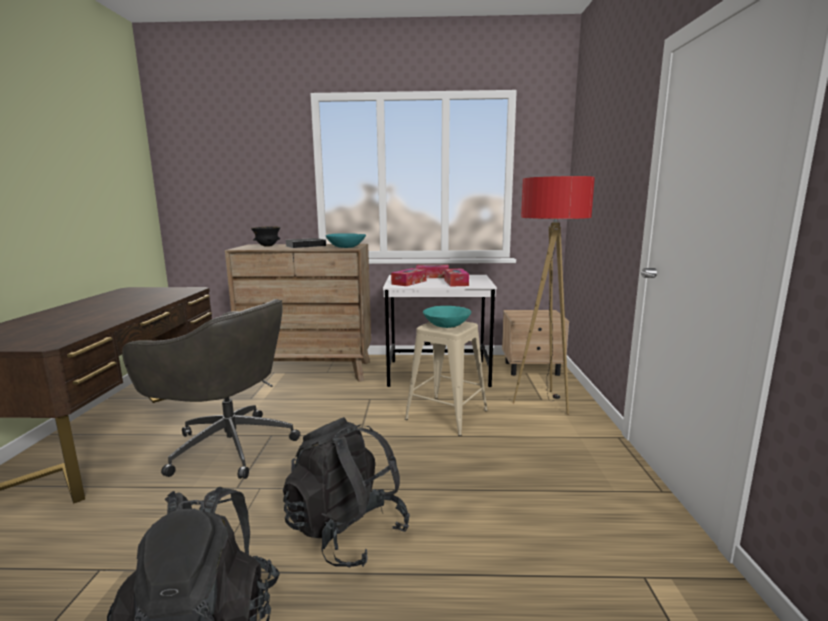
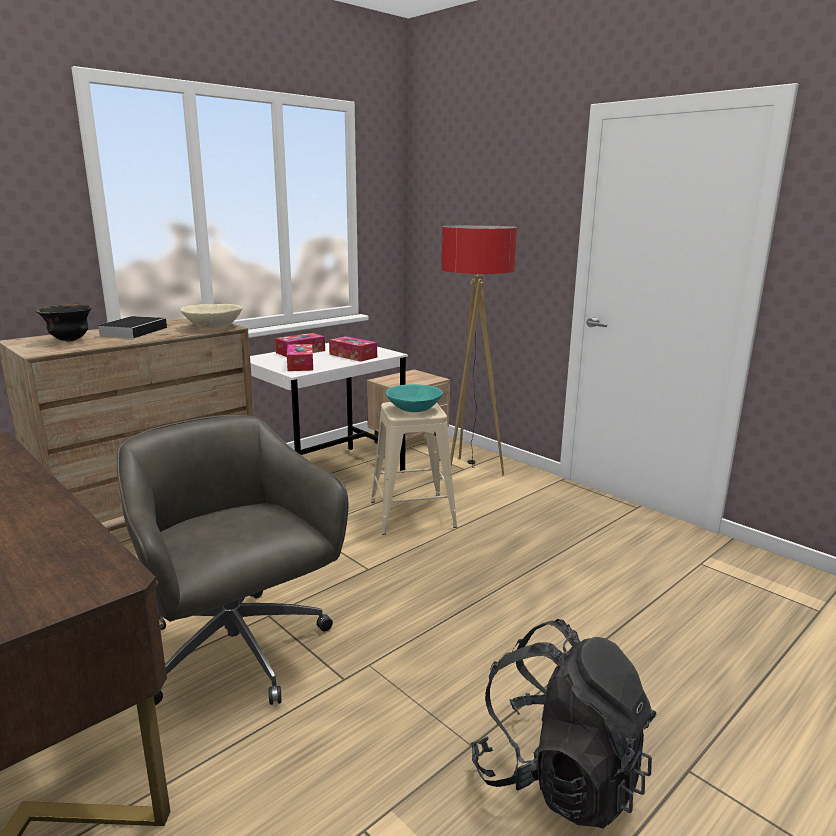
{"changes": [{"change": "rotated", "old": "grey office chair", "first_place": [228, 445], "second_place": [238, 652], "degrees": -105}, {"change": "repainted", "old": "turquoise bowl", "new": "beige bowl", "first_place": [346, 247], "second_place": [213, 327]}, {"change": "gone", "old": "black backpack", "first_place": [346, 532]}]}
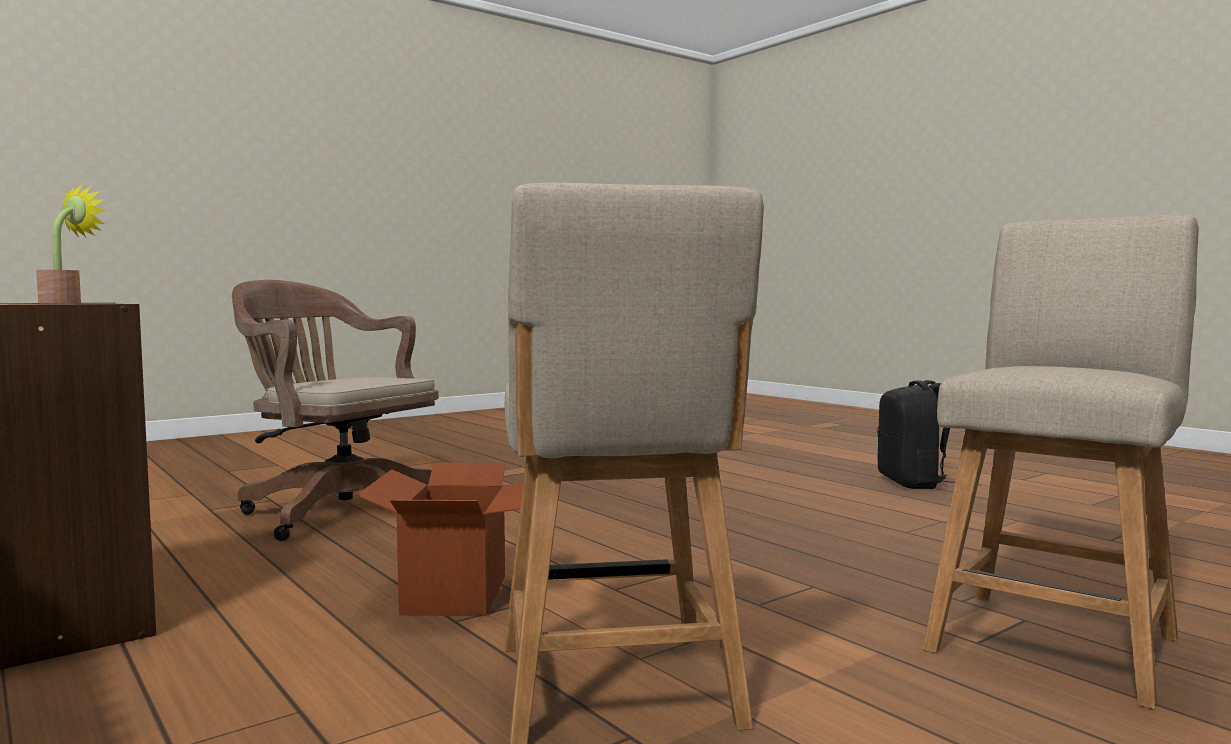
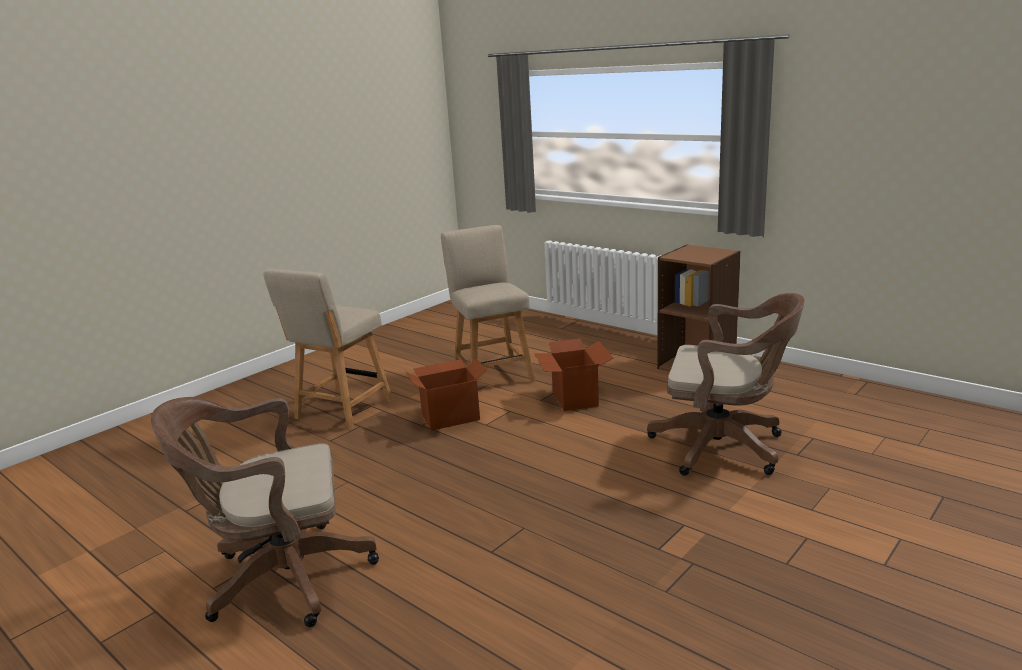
{"changes": [{"change": "swapped", "old": "black backpack", "new": "brown office chair", "first_place": [913, 483], "second_place": [281, 578]}, {"change": "new", "new": "cardboard box", "second_place": [450, 417]}, {"change": "gone", "old": "potted plant", "first_place": [67, 303]}]}
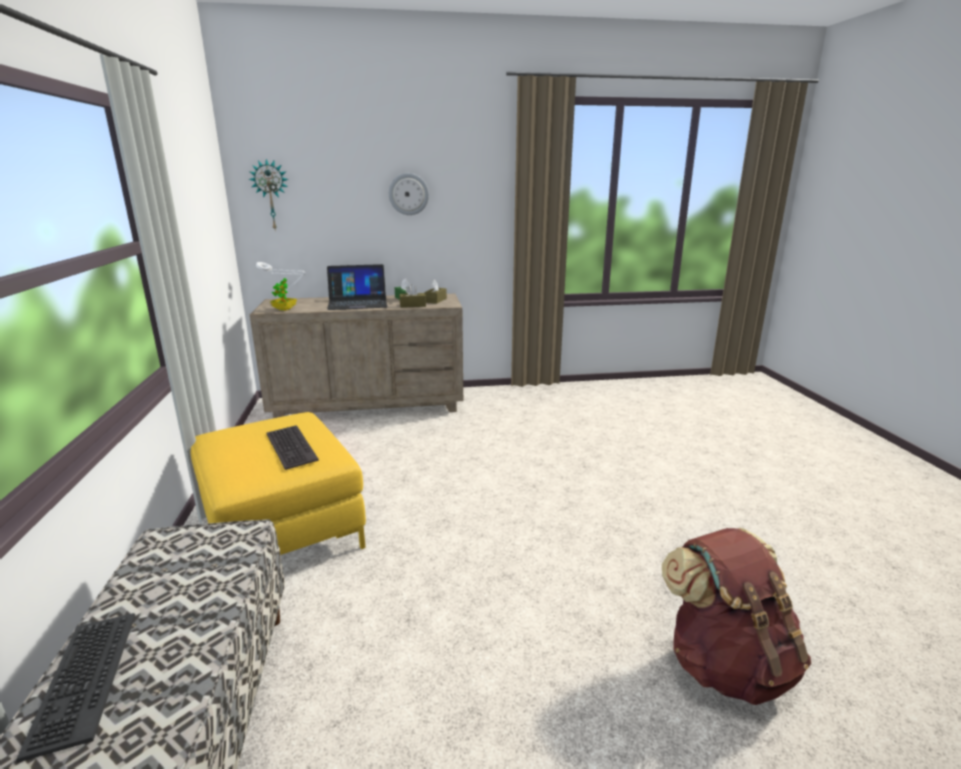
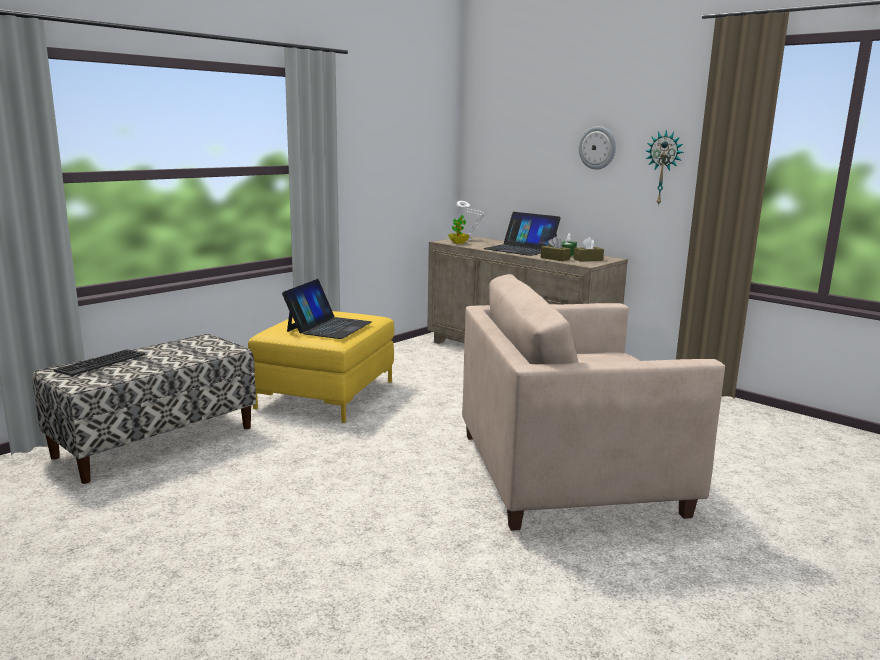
{"changes": [{"change": "swapped", "old": "keyboard", "new": "laptop", "first_place": [290, 447], "second_place": [329, 327]}, {"change": "new", "new": "beige armchair", "second_place": [569, 474]}, {"change": "shifted", "old": "wall clock", "first_place": [271, 195], "second_place": [663, 168]}, {"change": "gone", "old": "brown backpack", "first_place": [726, 663]}]}
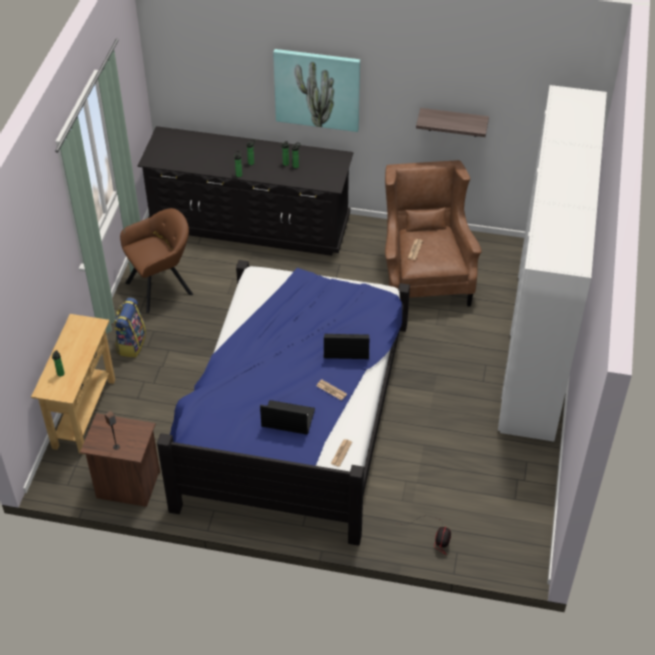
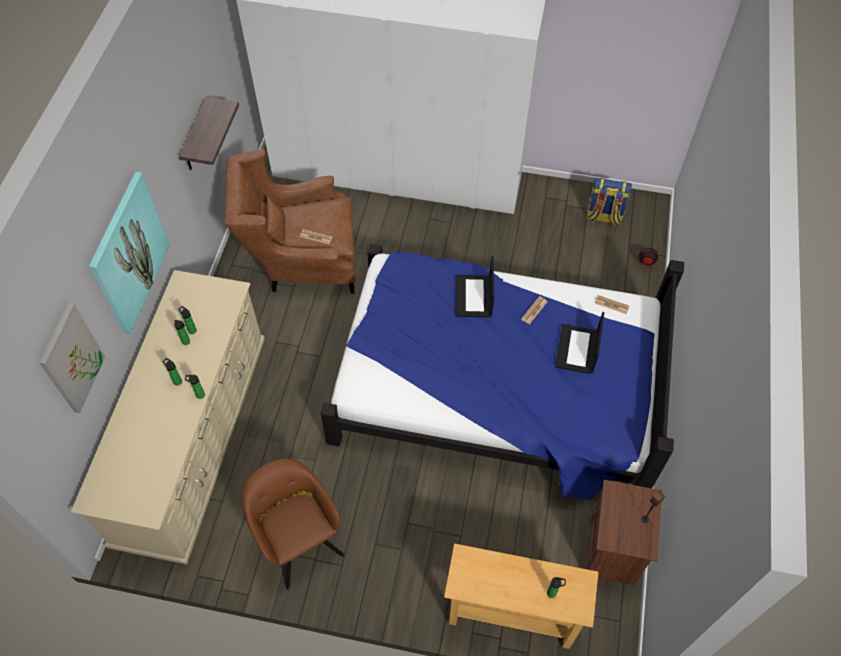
{"changes": [{"change": "new", "new": "picture", "second_place": [71, 358]}, {"change": "repainted", "old": "black dresser", "new": "beige dresser", "first_place": [250, 224], "second_place": [193, 440]}, {"change": "shifted", "old": "backpack", "first_place": [131, 344], "second_place": [603, 217]}]}
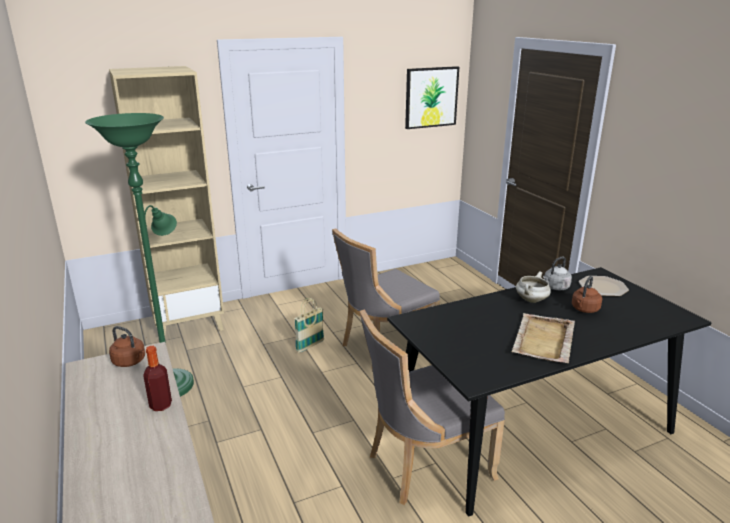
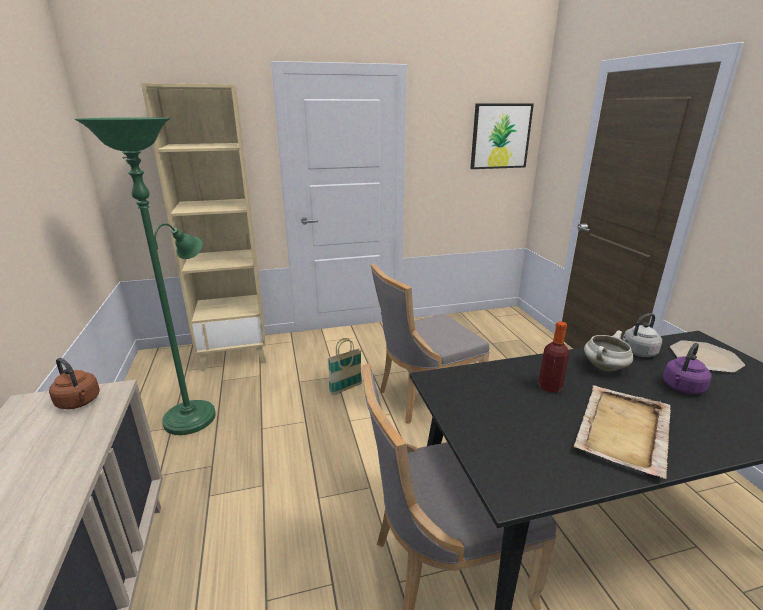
{"changes": [{"change": "shifted", "old": "bottle", "first_place": [161, 405], "second_place": [550, 387]}, {"change": "repainted", "old": "brown kettle", "new": "purple kettle", "first_place": [584, 309], "second_place": [682, 388]}]}
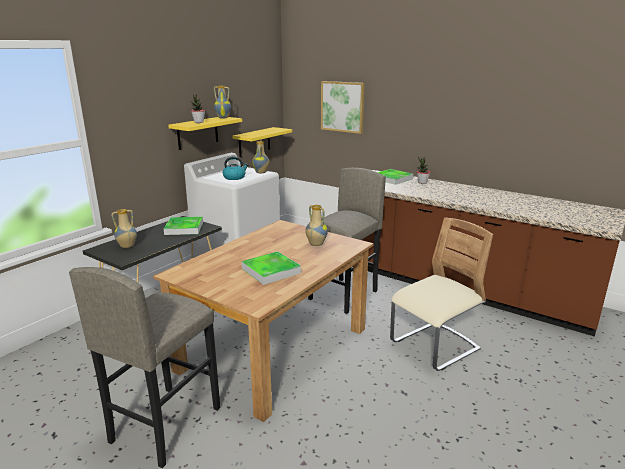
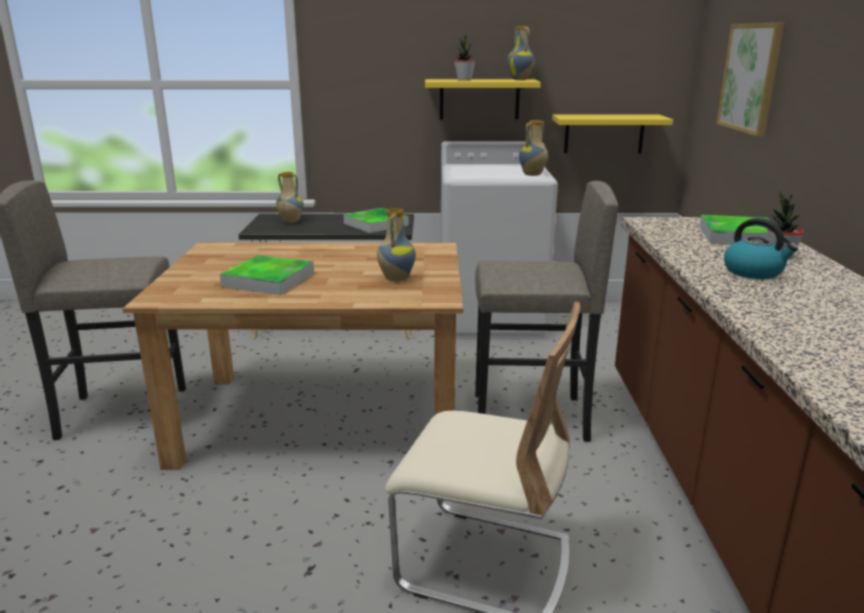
{"changes": [{"change": "shifted", "old": "kettle", "first_place": [234, 177], "second_place": [754, 272]}]}
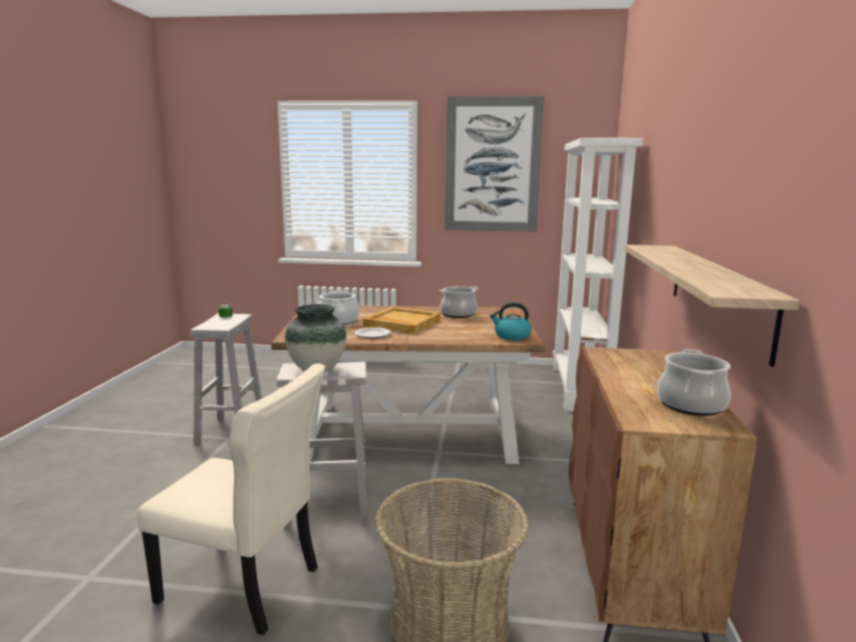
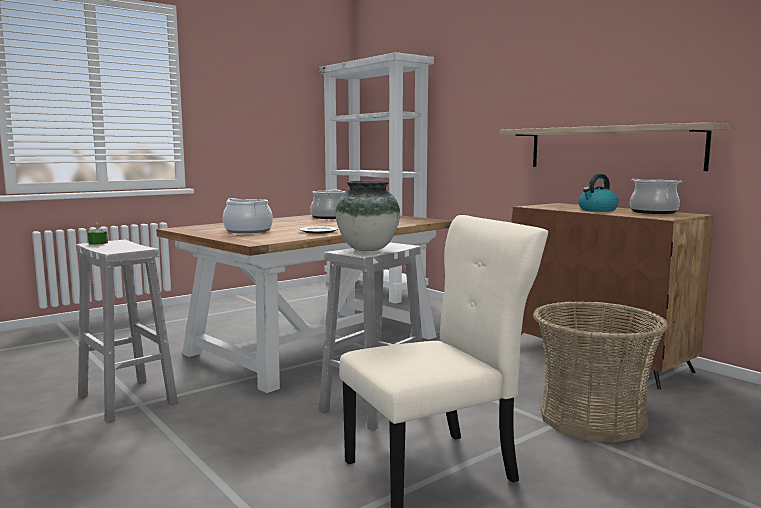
{"changes": [{"change": "shifted", "old": "kettle", "first_place": [511, 336], "second_place": [597, 210]}, {"change": "gone", "old": "beige tray", "first_place": [401, 323]}, {"change": "gone", "old": "picture", "first_place": [492, 165]}]}
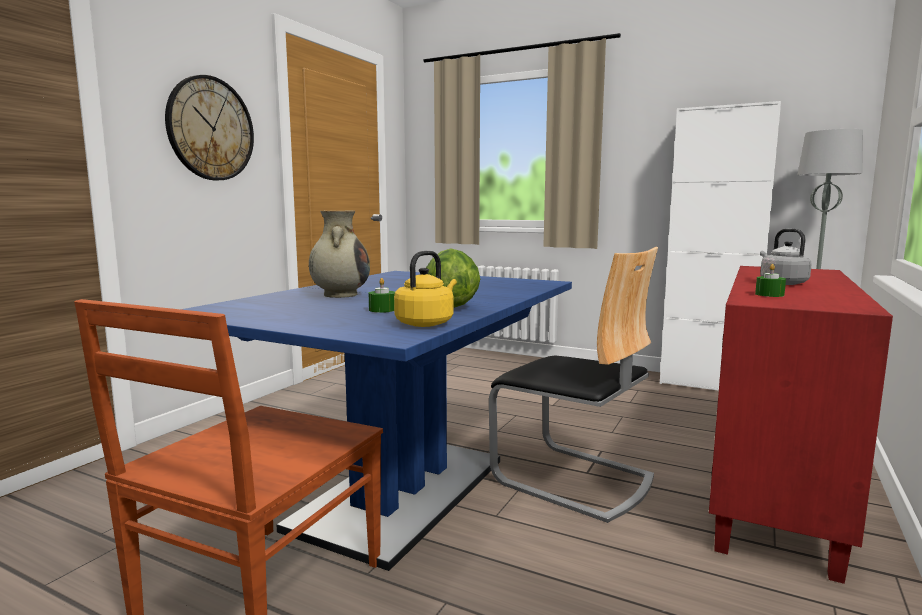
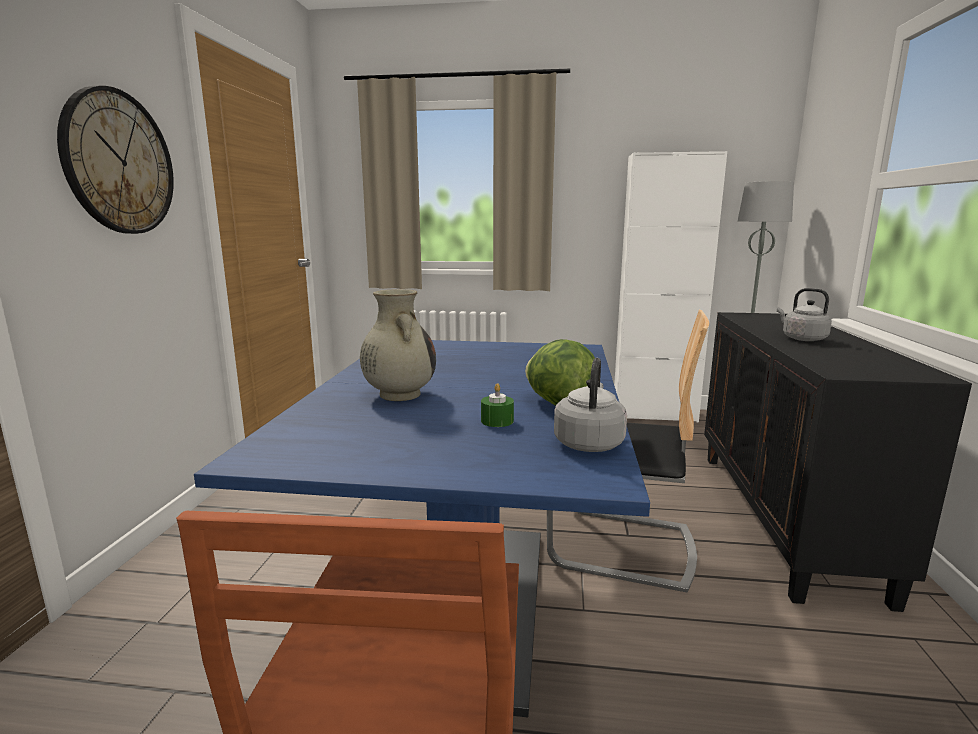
{"changes": [{"change": "repainted", "old": "yellow kettle", "new": "grey kettle", "first_place": [426, 323], "second_place": [589, 442]}, {"change": "repainted", "old": "red cabinet", "new": "black cabinet", "first_place": [775, 487], "second_place": [784, 519]}, {"change": "gone", "old": "green candle", "first_place": [769, 294]}]}
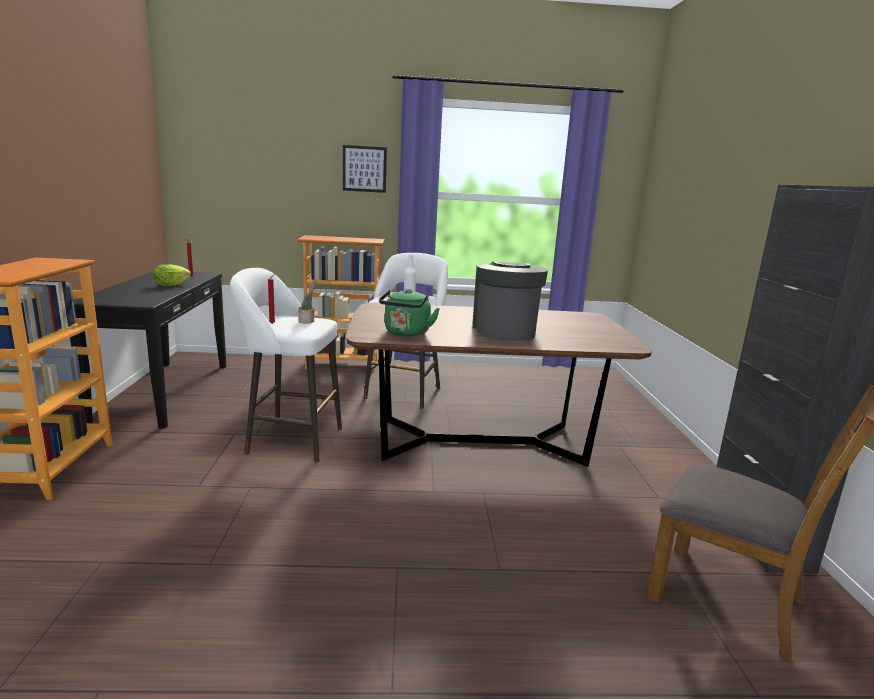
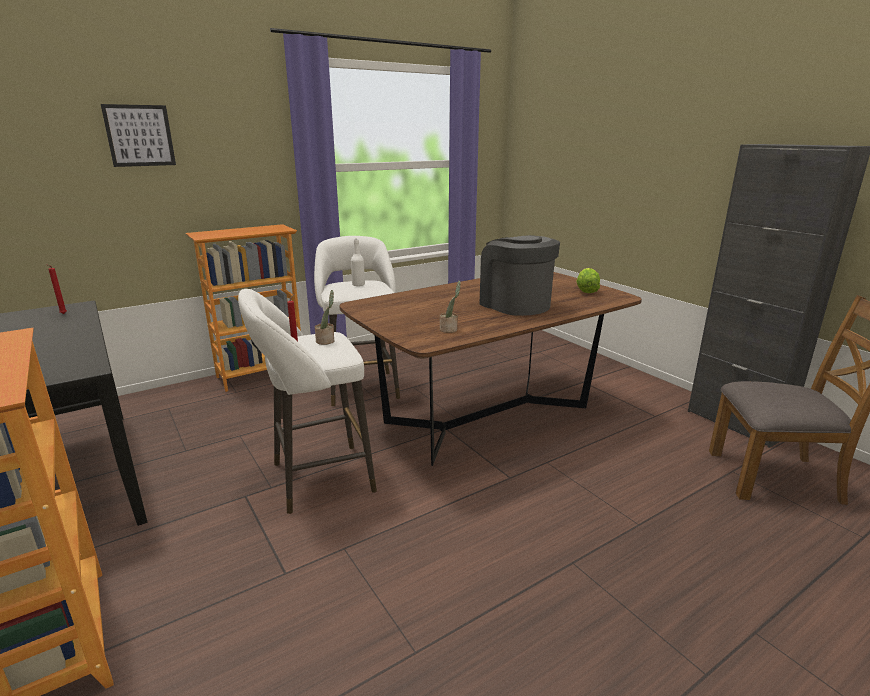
{"changes": [{"change": "shifted", "old": "picture", "first_place": [364, 169], "second_place": [139, 135]}, {"change": "swapped", "old": "green kettle", "new": "potted plant", "first_place": [406, 333], "second_place": [449, 329]}, {"change": "shifted", "old": "lettuce", "first_place": [171, 285], "second_place": [586, 291]}]}
